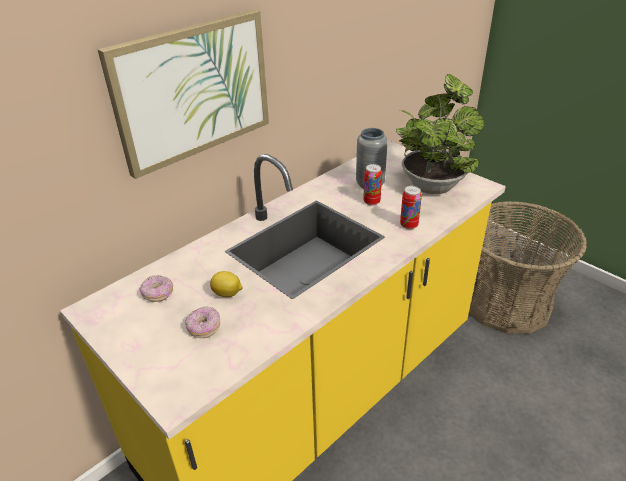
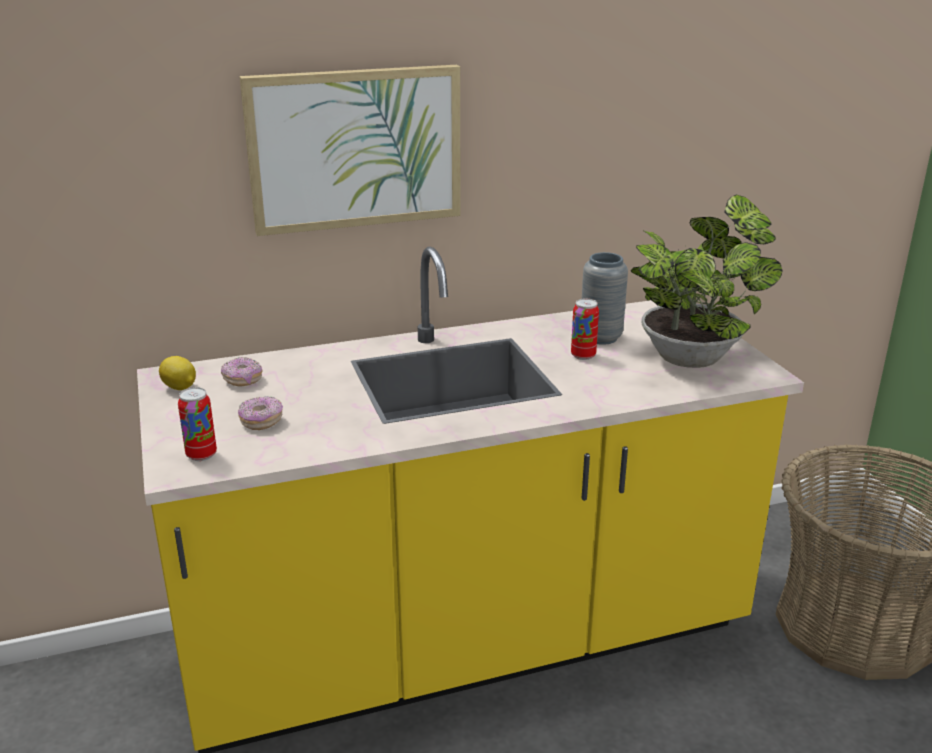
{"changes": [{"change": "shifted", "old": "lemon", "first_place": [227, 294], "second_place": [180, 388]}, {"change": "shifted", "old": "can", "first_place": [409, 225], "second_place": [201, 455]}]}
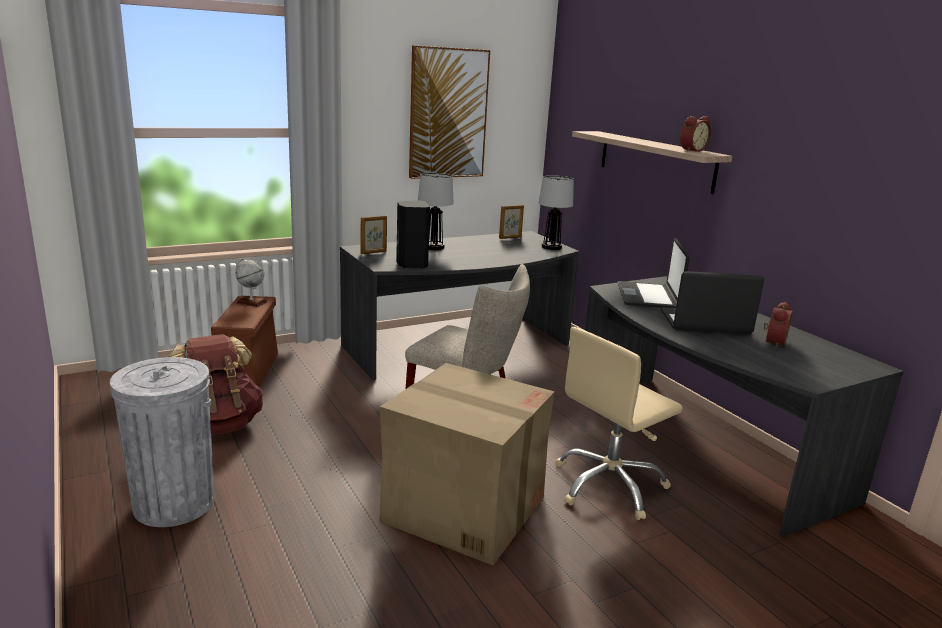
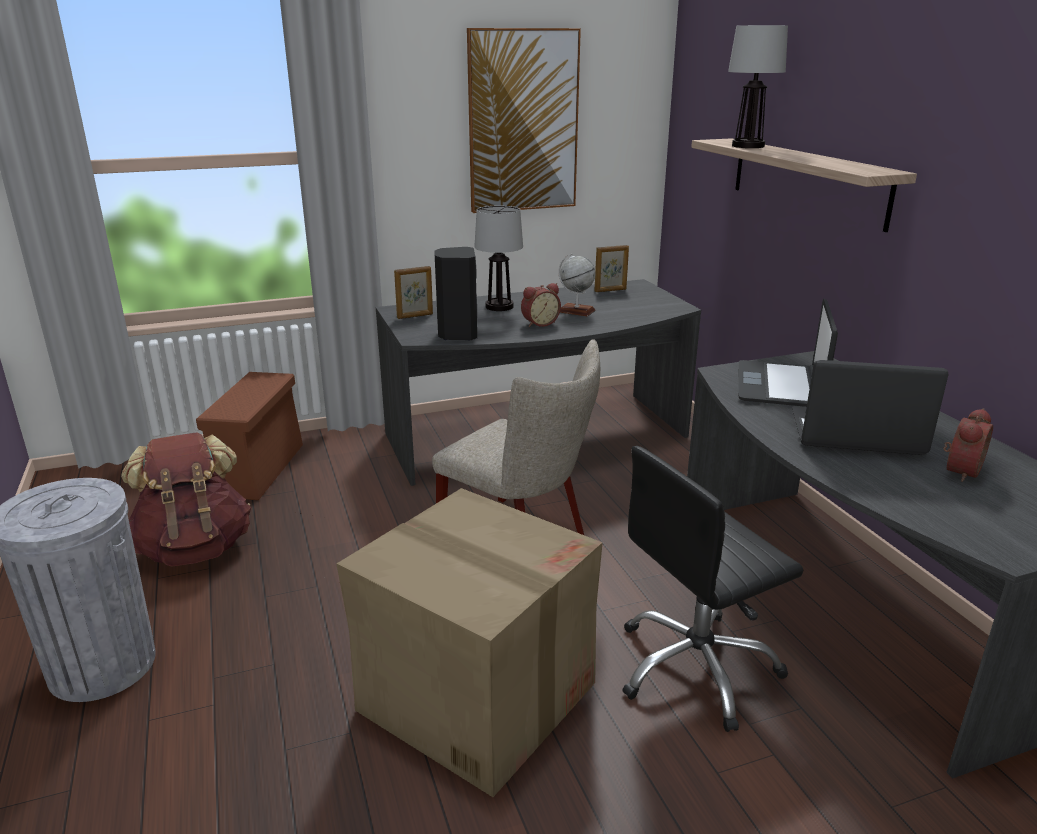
{"changes": [{"change": "shifted", "old": "alarm clock", "first_place": [691, 150], "second_place": [539, 323]}, {"change": "shifted", "old": "globe", "first_place": [251, 302], "second_place": [576, 311]}, {"change": "repainted", "old": "beige office chair", "new": "black office chair", "first_place": [609, 485], "second_place": [696, 668]}, {"change": "shifted", "old": "table lamp", "first_place": [551, 247], "second_place": [747, 146]}]}
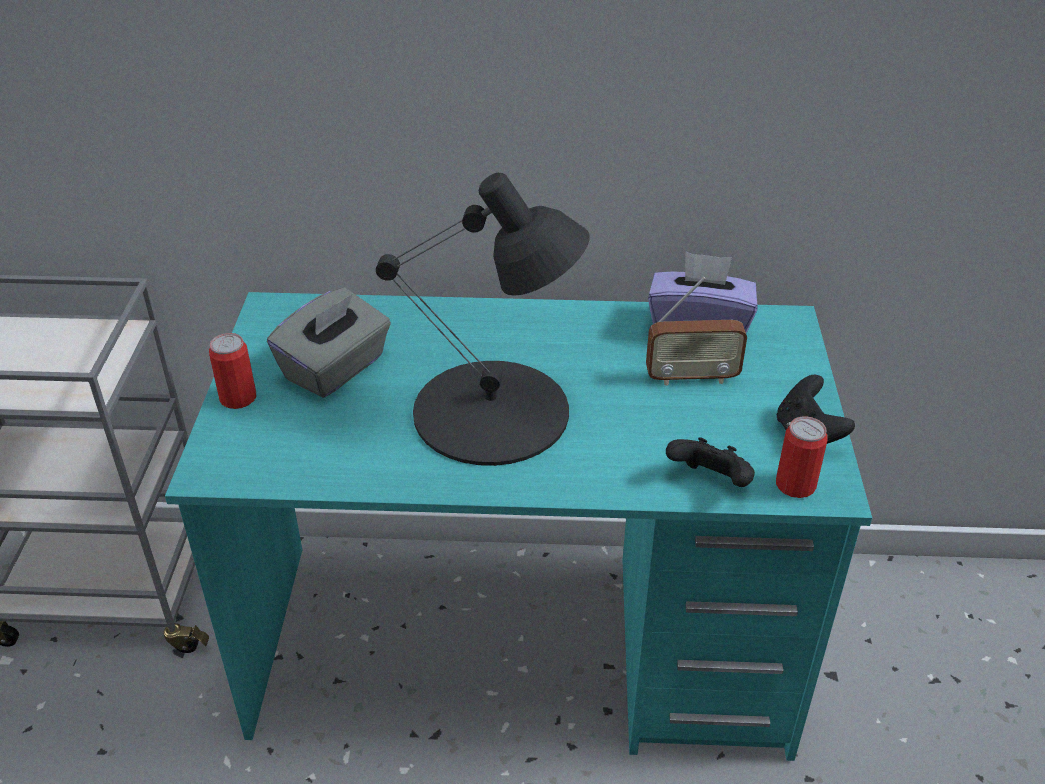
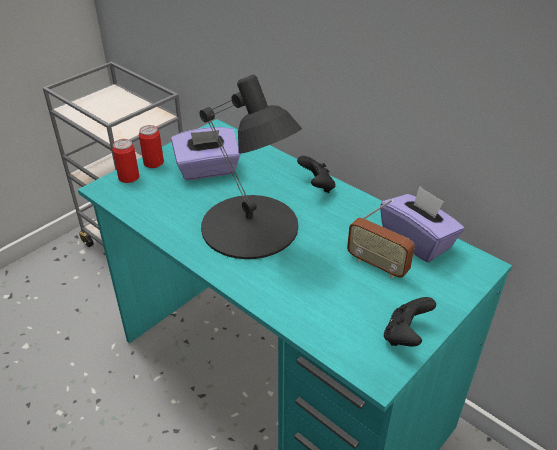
{"changes": [{"change": "shifted", "old": "can", "first_place": [795, 485], "second_place": [129, 177]}, {"change": "repainted", "old": "grey tissue box", "new": "purple tissue box", "first_place": [336, 369], "second_place": [207, 170]}, {"change": "shifted", "old": "black game controller", "first_place": [710, 482], "second_place": [317, 186]}]}
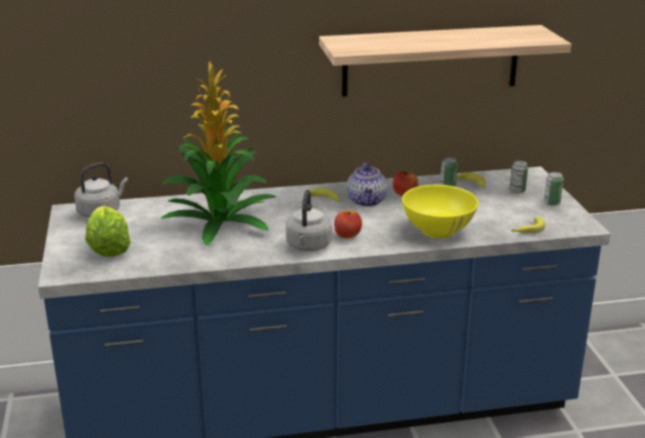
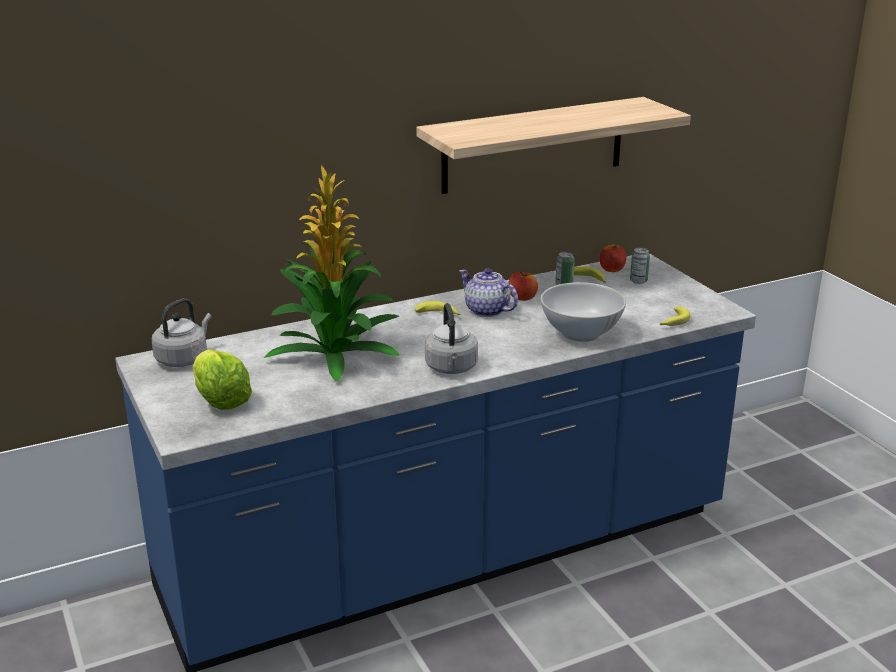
{"changes": [{"change": "rotated", "old": "teapot", "first_place": [367, 201], "second_place": [486, 310], "degrees": 150}, {"change": "repainted", "old": "yellow bowl", "new": "white bowl", "first_place": [437, 230], "second_place": [580, 333]}, {"change": "shifted", "old": "apple", "first_place": [347, 235], "second_place": [612, 269]}, {"change": "gone", "old": "can", "first_place": [552, 203]}]}
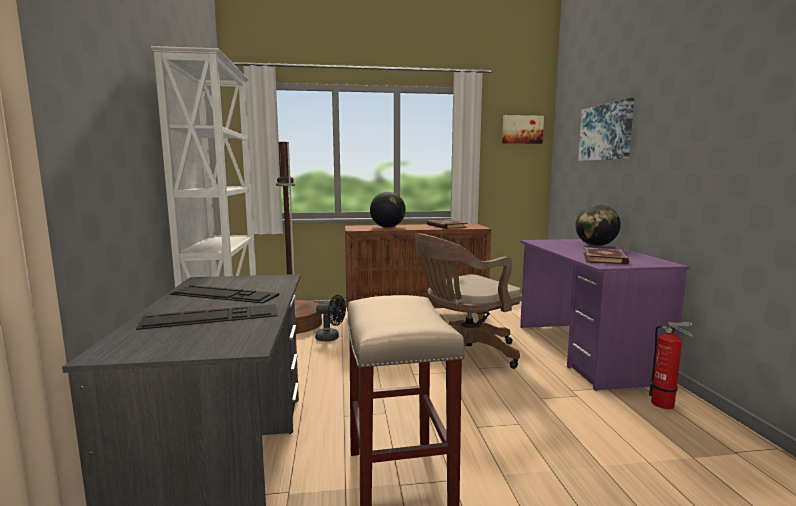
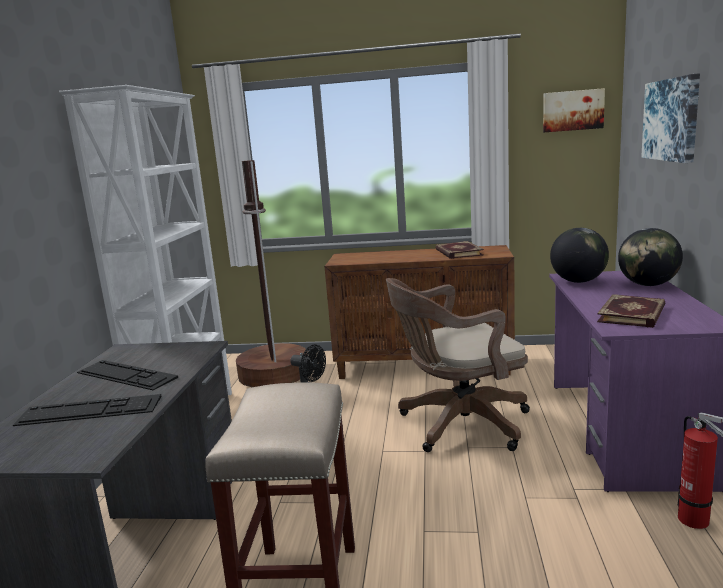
{"changes": [{"change": "shifted", "old": "globe", "first_place": [387, 227], "second_place": [578, 281]}]}
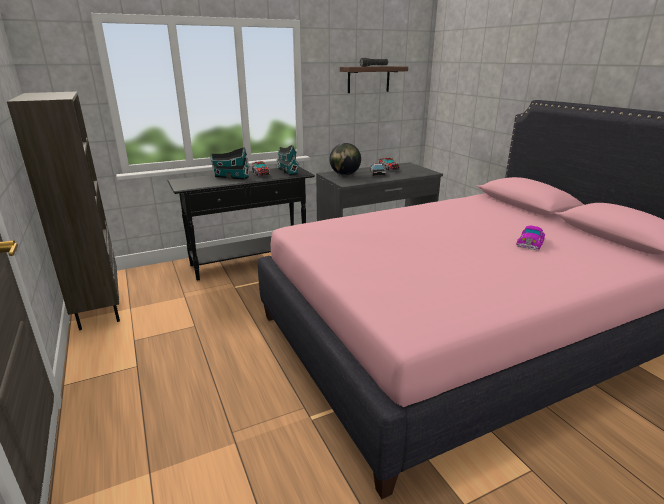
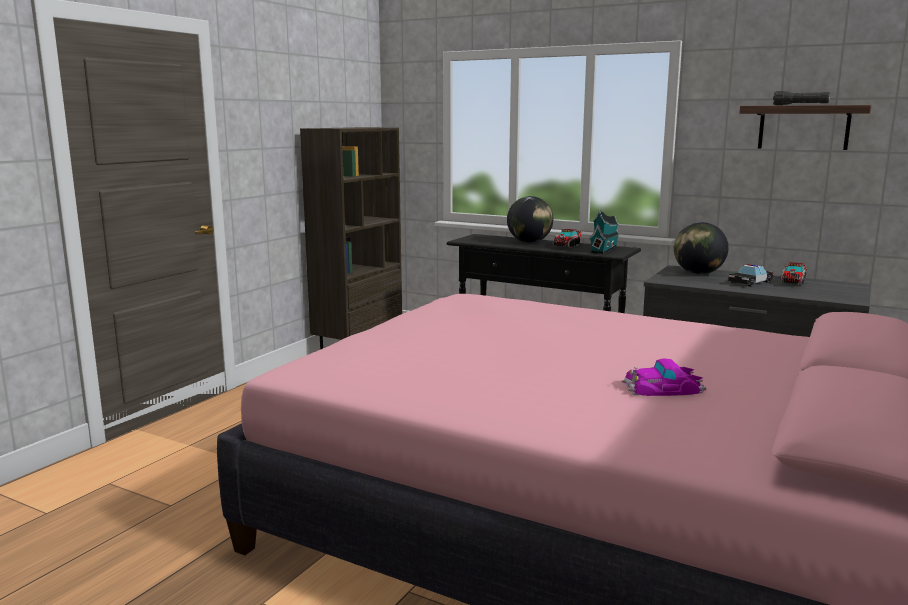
{"changes": [{"change": "swapped", "old": "toy house", "new": "globe", "first_place": [230, 177], "second_place": [529, 242]}]}
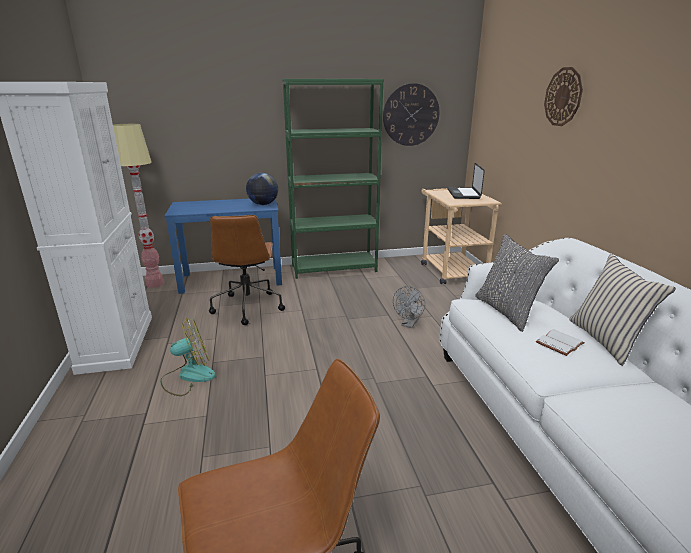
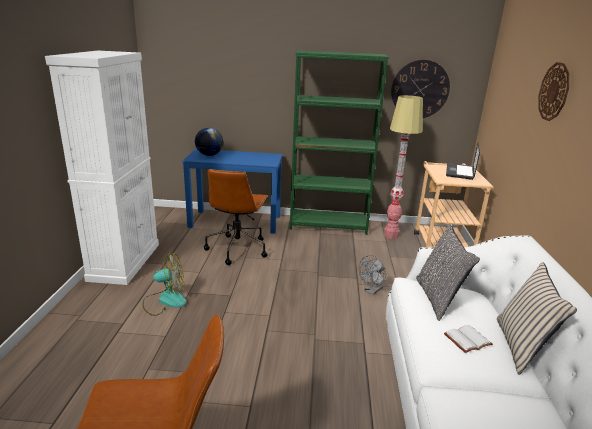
{"changes": [{"change": "shifted", "old": "globe", "first_place": [263, 204], "second_place": [209, 155]}, {"change": "shifted", "old": "floor lamp", "first_place": [155, 284], "second_place": [391, 235]}]}
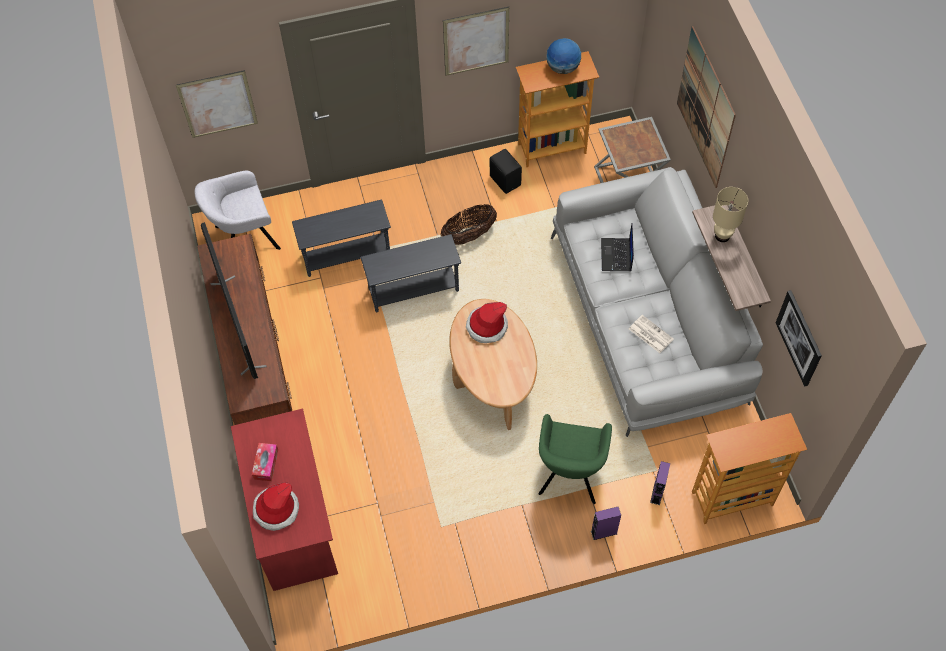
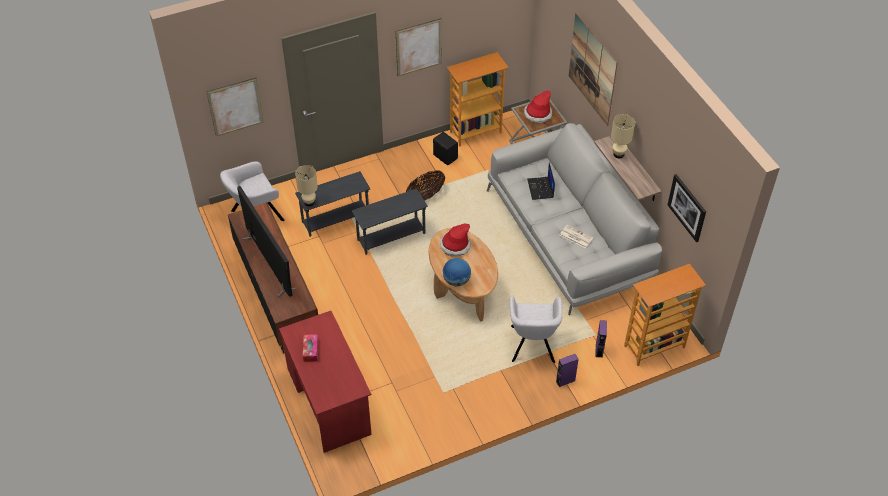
{"changes": [{"change": "new", "new": "beige table lamp", "second_place": [309, 202]}, {"change": "shifted", "old": "globe", "first_place": [563, 68], "second_place": [456, 281]}, {"change": "repainted", "old": "green armchair", "new": "grey armchair", "first_place": [570, 475], "second_place": [532, 346]}, {"change": "shifted", "old": "hat", "first_place": [276, 509], "second_place": [537, 114]}]}
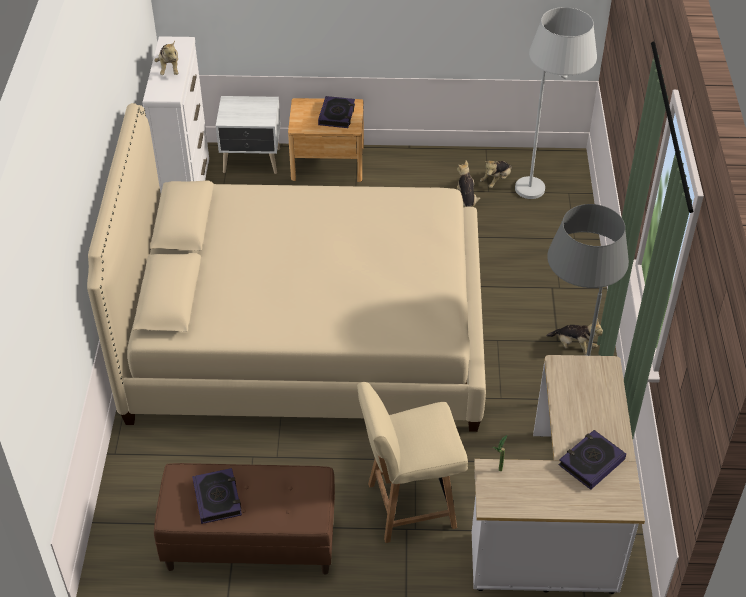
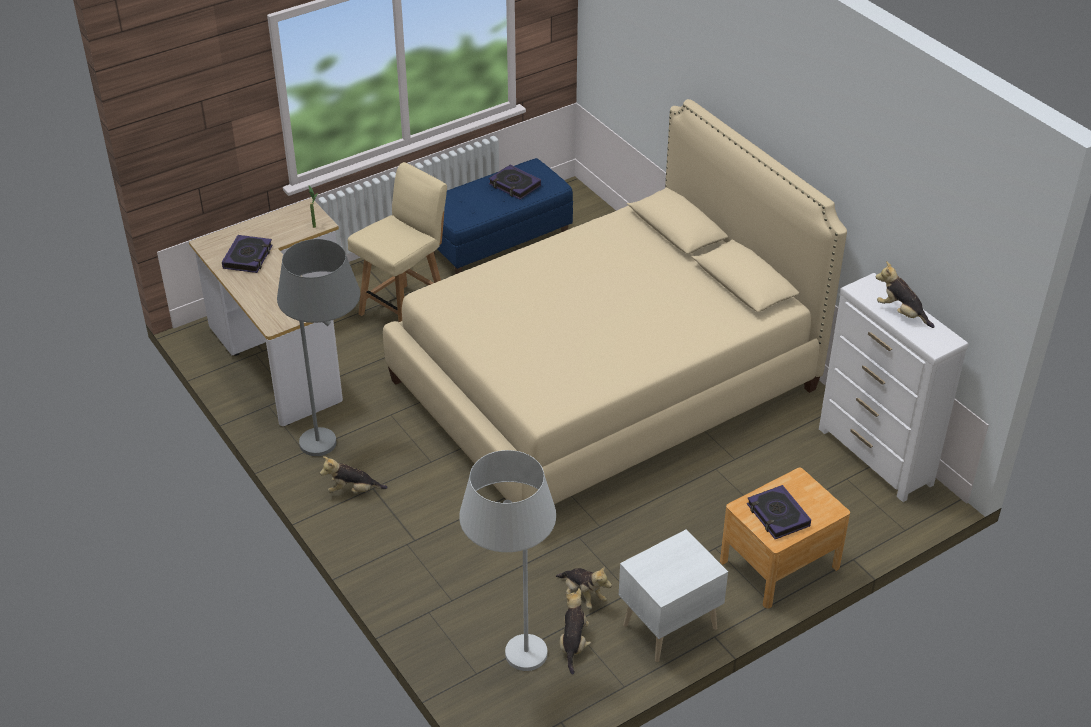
{"changes": [{"change": "repainted", "old": "brown bench", "new": "blue bench", "first_place": [250, 543], "second_place": [498, 245]}, {"change": "shifted", "old": "white nightstand", "first_place": [252, 161], "second_place": [667, 626]}]}
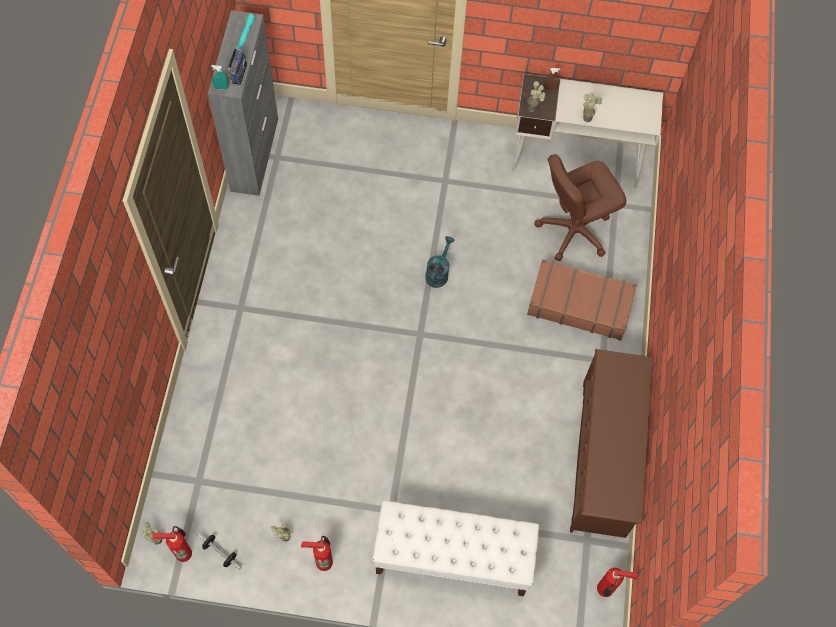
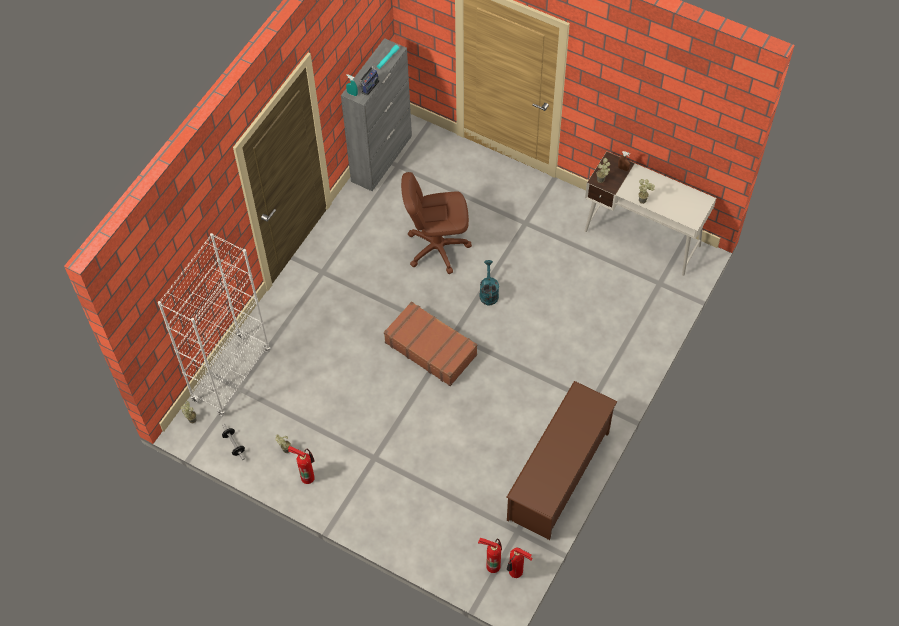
{"changes": [{"change": "new", "new": "white bookcase", "second_place": [231, 375]}, {"change": "shifted", "old": "brown suitcase", "first_place": [579, 304], "second_place": [431, 348]}, {"change": "shifted", "old": "brown office chair", "first_place": [573, 230], "second_place": [437, 247]}, {"change": "shifted", "old": "fire extinguisher", "first_place": [182, 552], "second_place": [492, 564]}, {"change": "rotated", "old": "turquoise watering can", "first_place": [438, 272], "second_place": [488, 292], "degrees": -45}, {"change": "gone", "old": "white bench", "first_place": [452, 558]}]}
